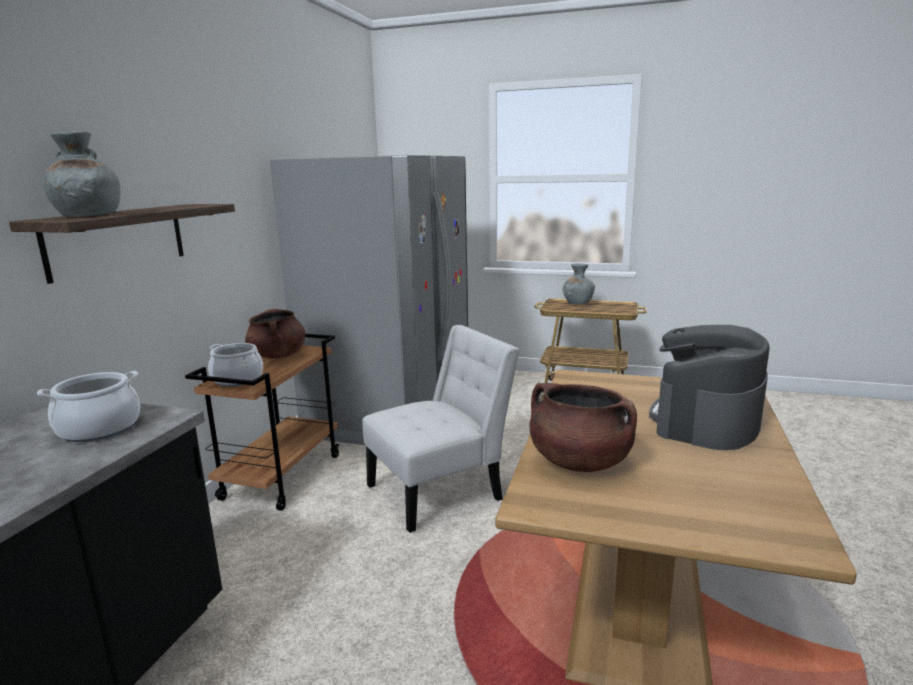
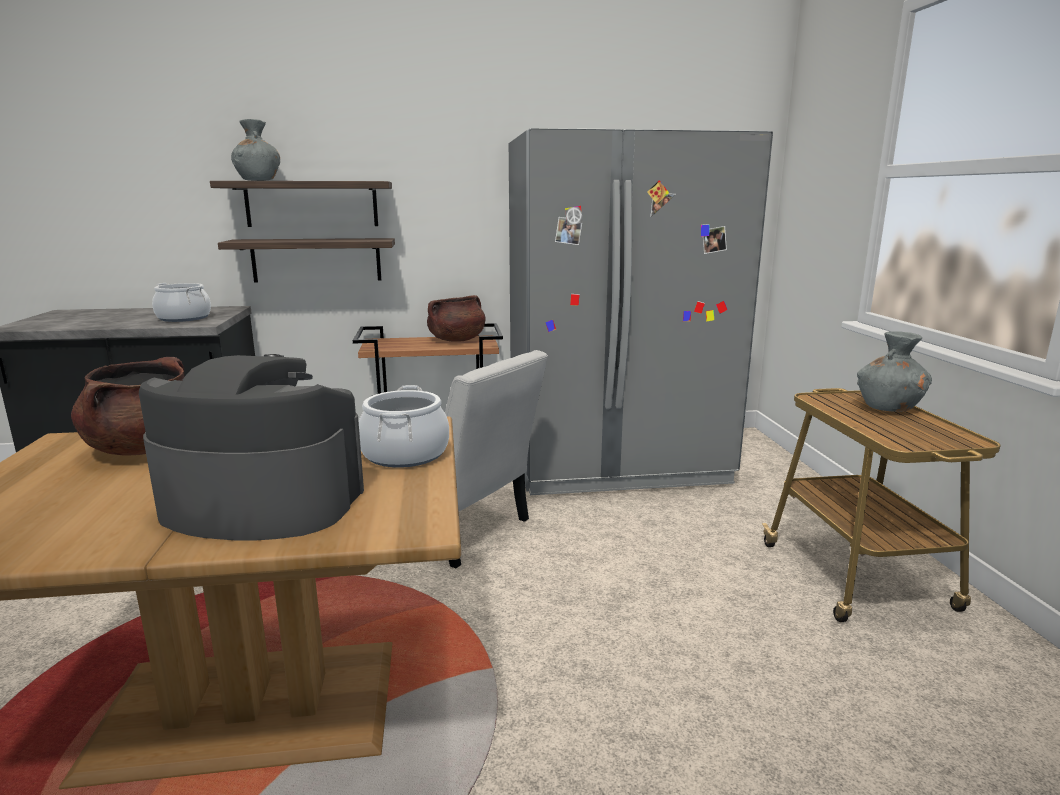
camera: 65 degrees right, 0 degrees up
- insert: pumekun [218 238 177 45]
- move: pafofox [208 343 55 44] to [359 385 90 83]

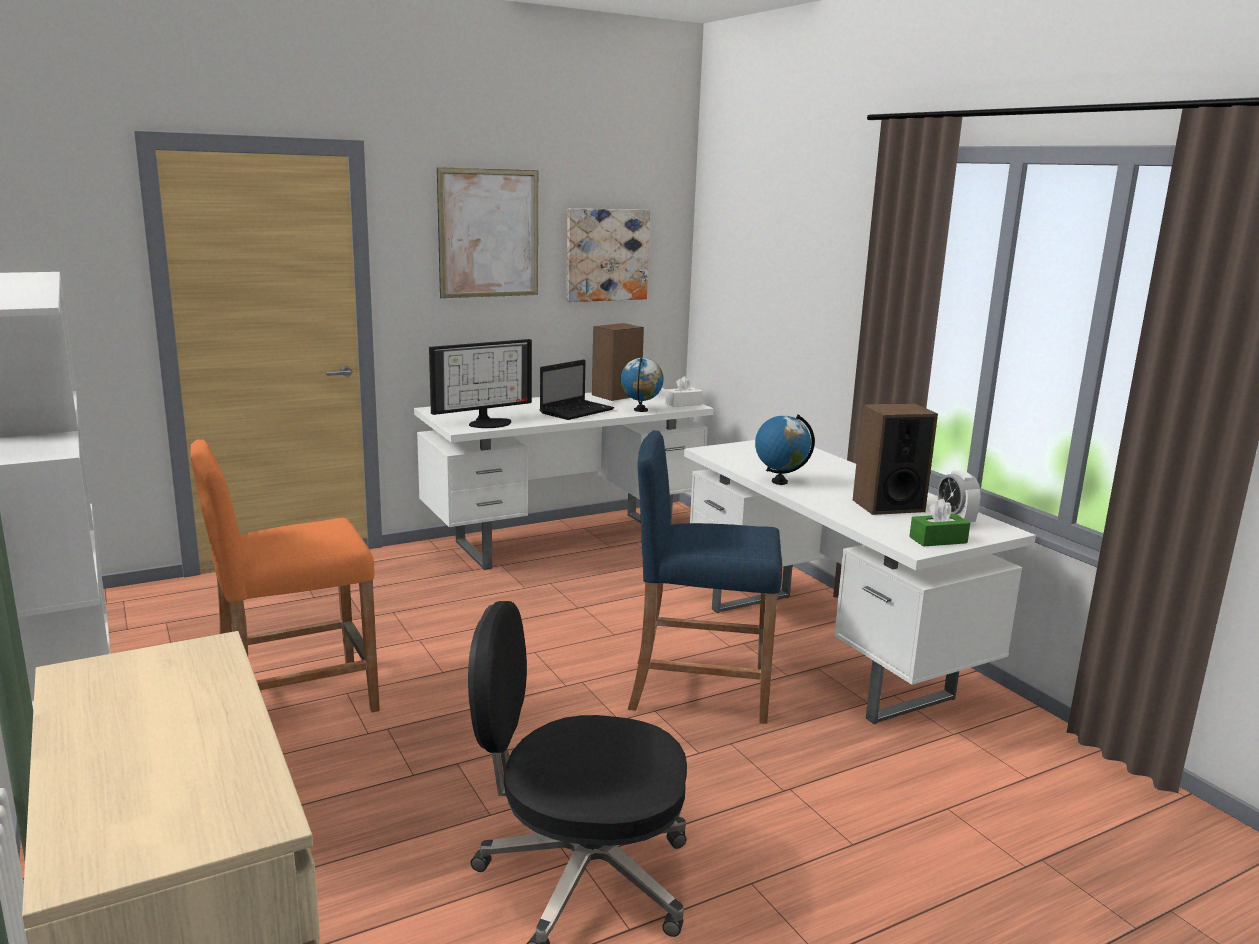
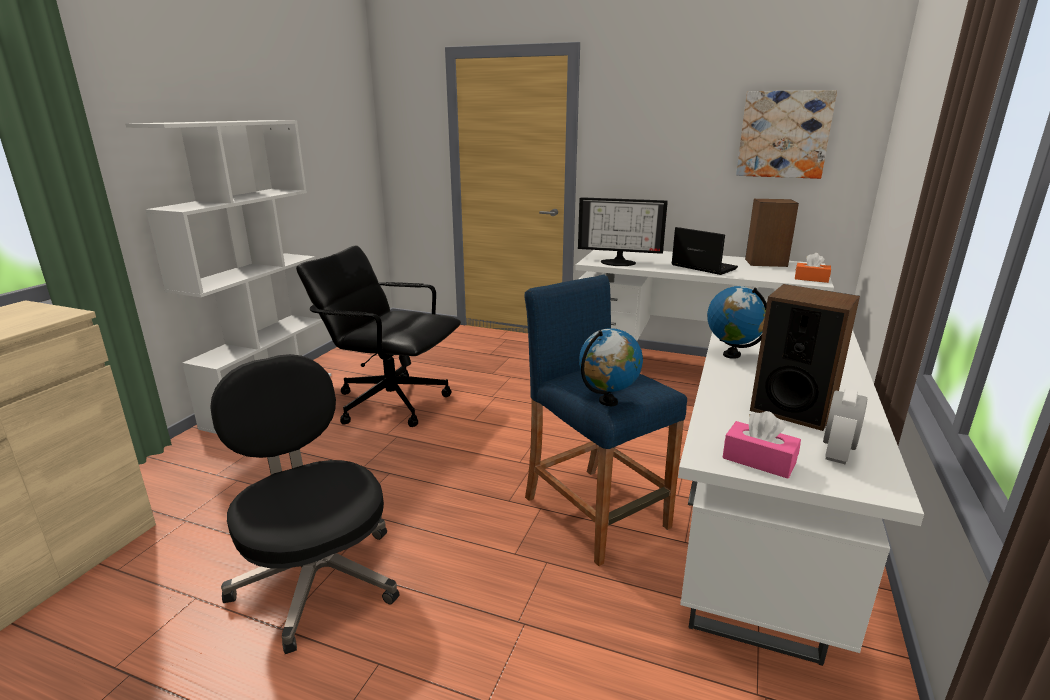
camera: 50 degrees right, 5 degrees up
- delete: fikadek [437 167 101 131]
- move: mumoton [620 358 44 54] to [579 328 64 78]
- replace: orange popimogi [190 439 190 274] to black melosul [296 245 165 182]
- recolor: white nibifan [665 376 37 31] to orange nibifan [795 253 36 30]
- recolor: green nibifan [909 499 61 48] to pink nibifan [722 411 79 68]
- rotate: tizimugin [540 359 74 61] = [672 227 66 48] 135 degrees counterclockwise

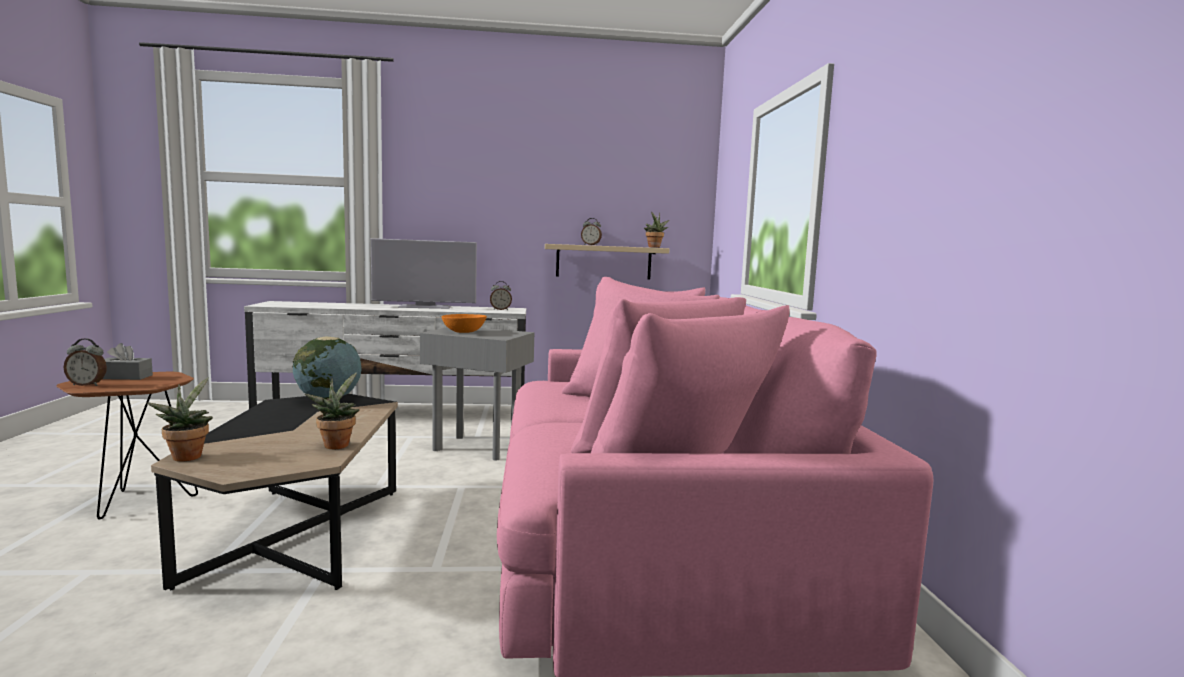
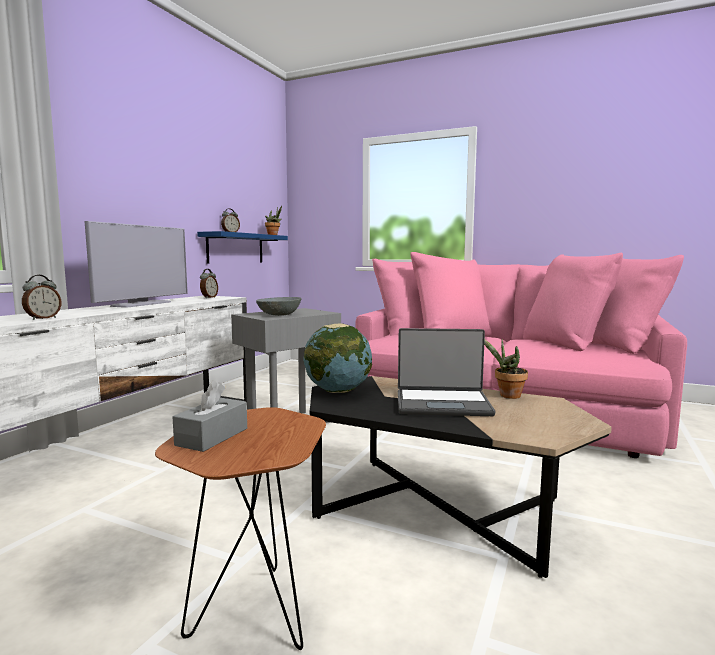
camera: 60 degrees left, 0 degrees up
- delete: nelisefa [147 377 66 85]
- insert: tizimugin [398 328 97 88]
- move: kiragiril [63 338 44 48] to [22 275 39 45]
- recolor: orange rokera [441 314 46 19] to grey rokera [256 297 46 19]
- recolor: beige pumekun [545 244 125 36] to blue pumekun [197 231 91 33]

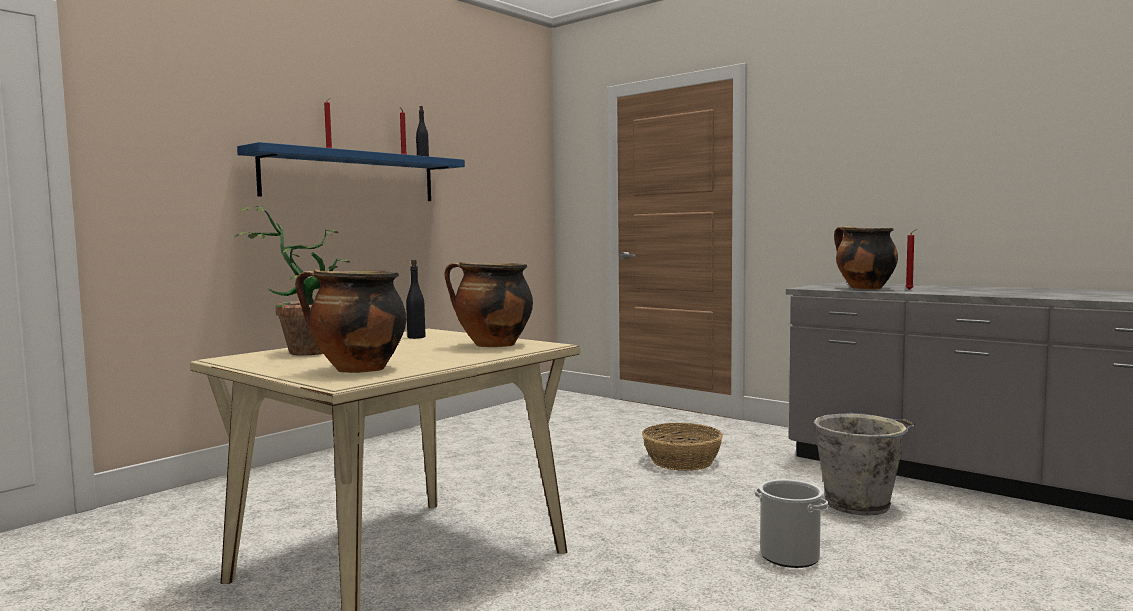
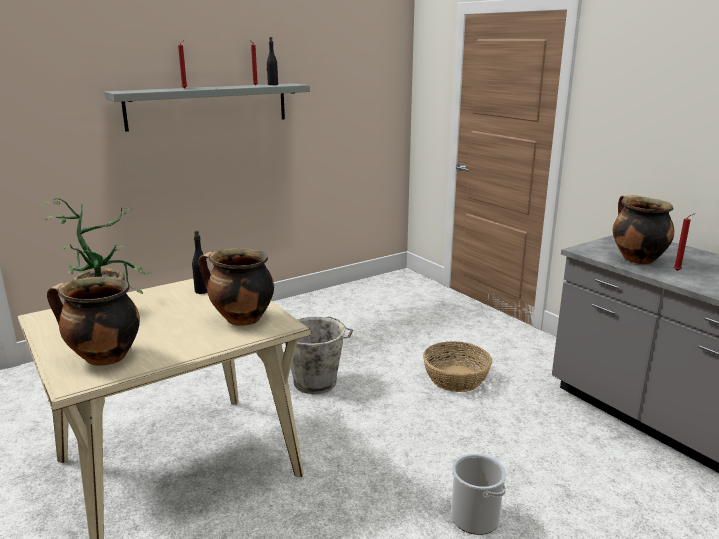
camera: 15 degrees right, 15 degrees up
- move: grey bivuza [814 413 101 103] to [286 317 67 77]
- recolor: blue pumekun [237 142 228 59] to grey pumekun [104 83 206 49]

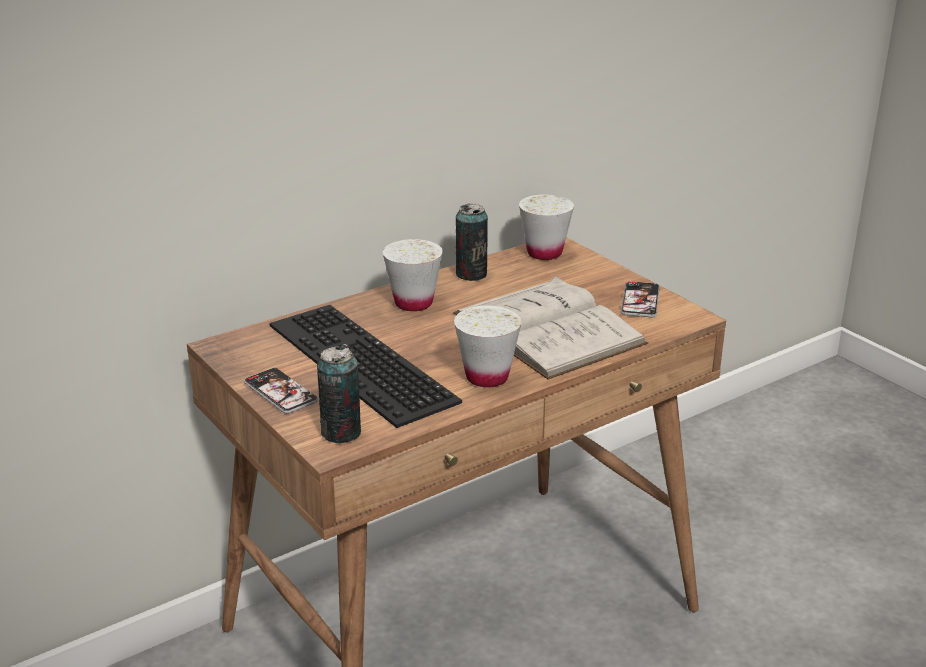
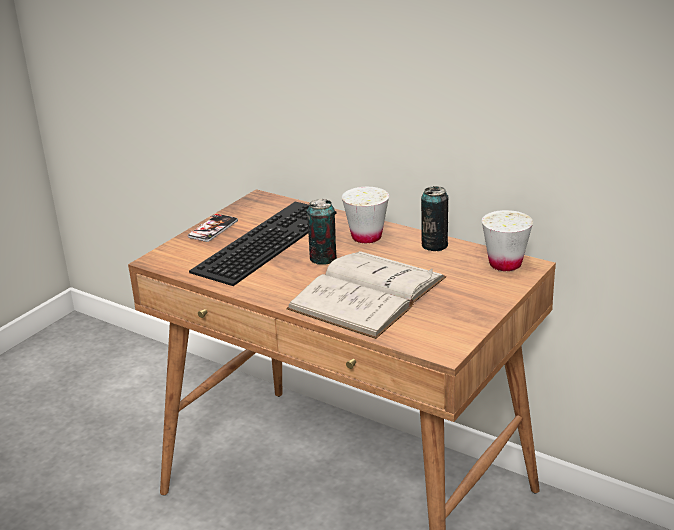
camera: 70 degrees right, 0 degrees up
- delete: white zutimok [454 306 68 81]
- delete: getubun [621 281 39 36]
- move: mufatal [317 346 44 97] to [307 199 30 66]

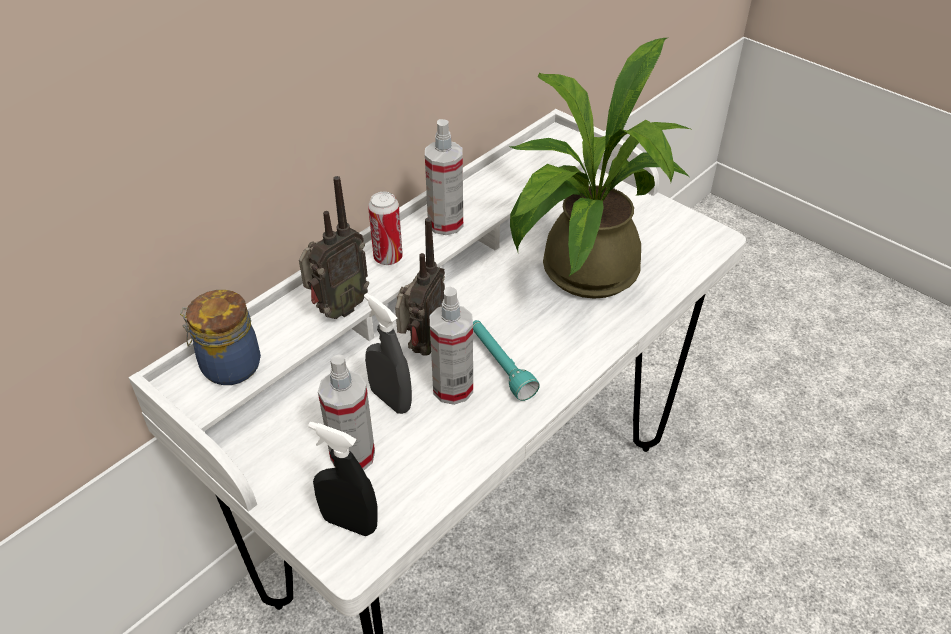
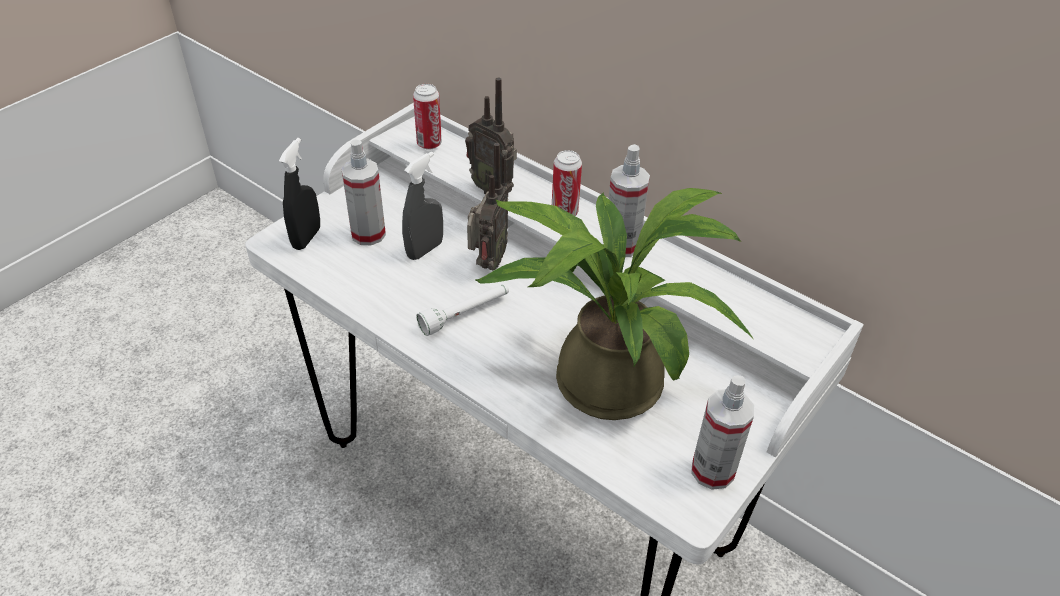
camera: 85 degrees right, 0 degrees up
- move: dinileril [430 287 43 118] to [691 375 63 115]
- replace: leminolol [180 290 81 95] to mufatal [413 84 29 66]
- recolor: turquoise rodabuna [473 320 67 81] to white rodabuna [416 284 93 52]
- rotate: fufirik [395 218 50 137] = [467 143 41 128] 90 degrees counterclockwise

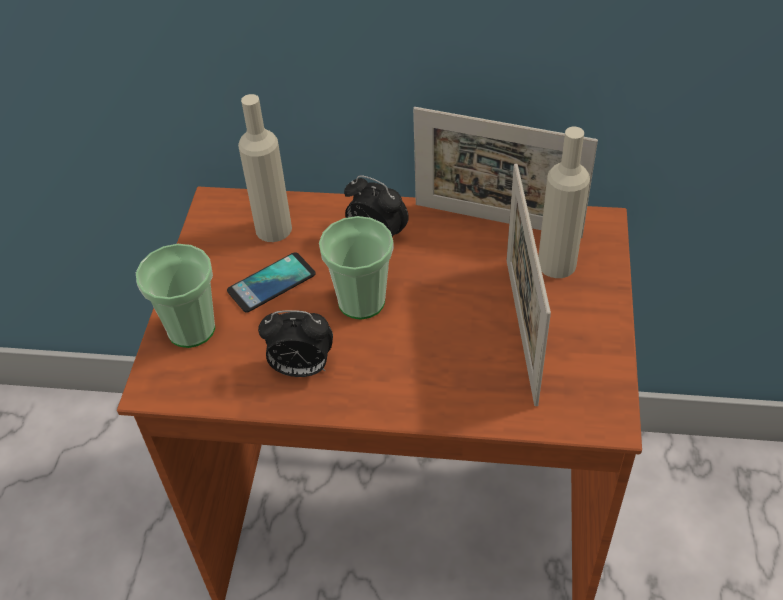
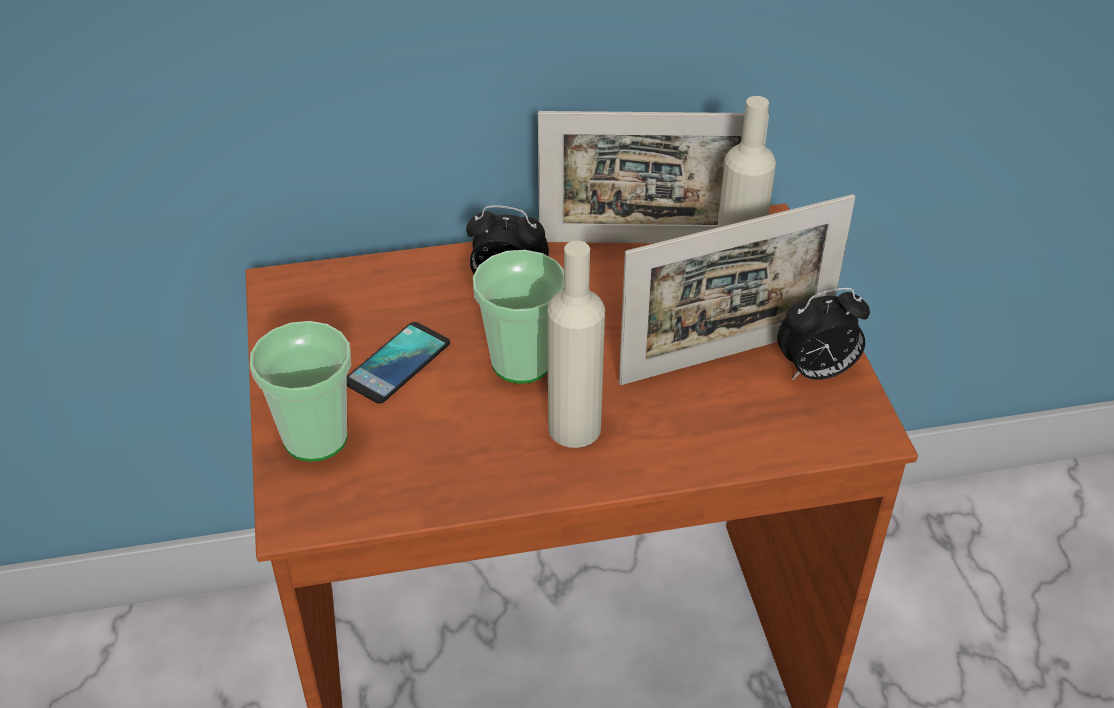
camera: 20 degrees left, 5 degrees down
- move: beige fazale [238 94 54 148] to [547 241 58 207]
- move: kiragiril [258 310 75 67] to [777 288 93 92]
- rotate: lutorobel [506 164 45 242] = [619 194 237 191] 90 degrees counterclockwise

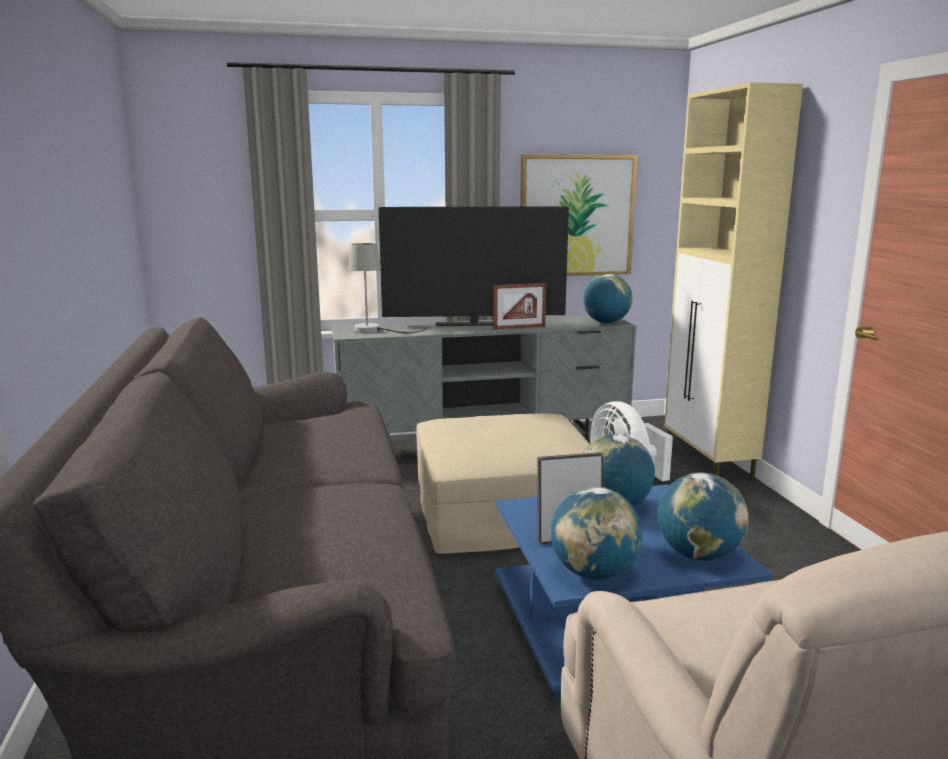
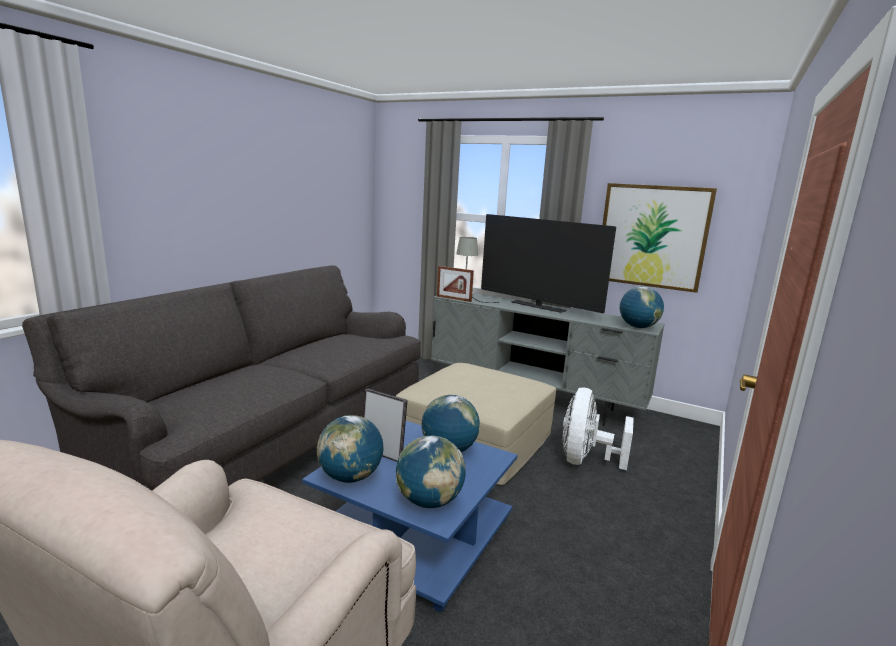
camera: 40 degrees right, 0 degrees up
- delete: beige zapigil [664 82 139 400]
- move: lutorobel [493 283 53 47] to [437 266 37 36]

